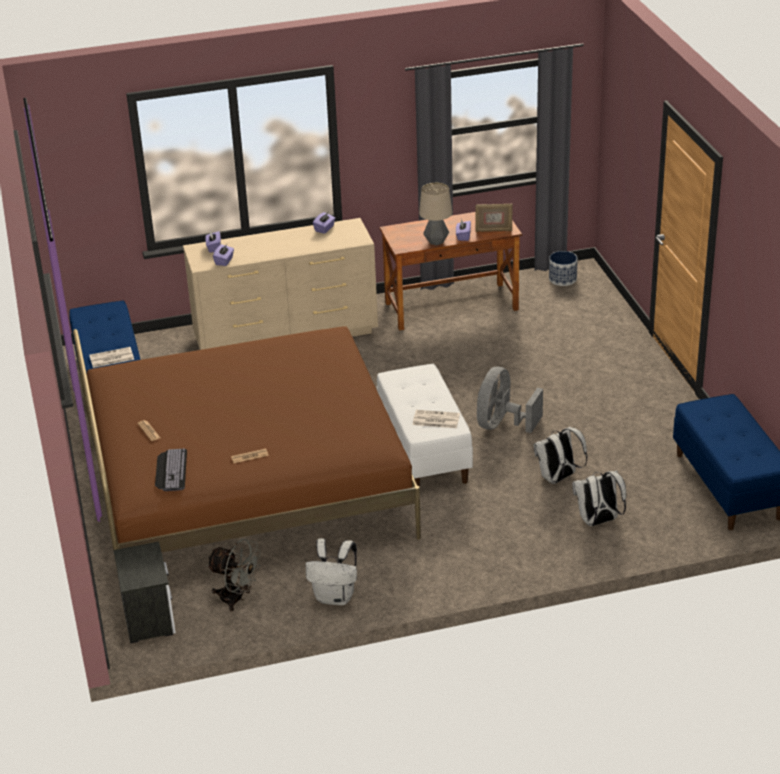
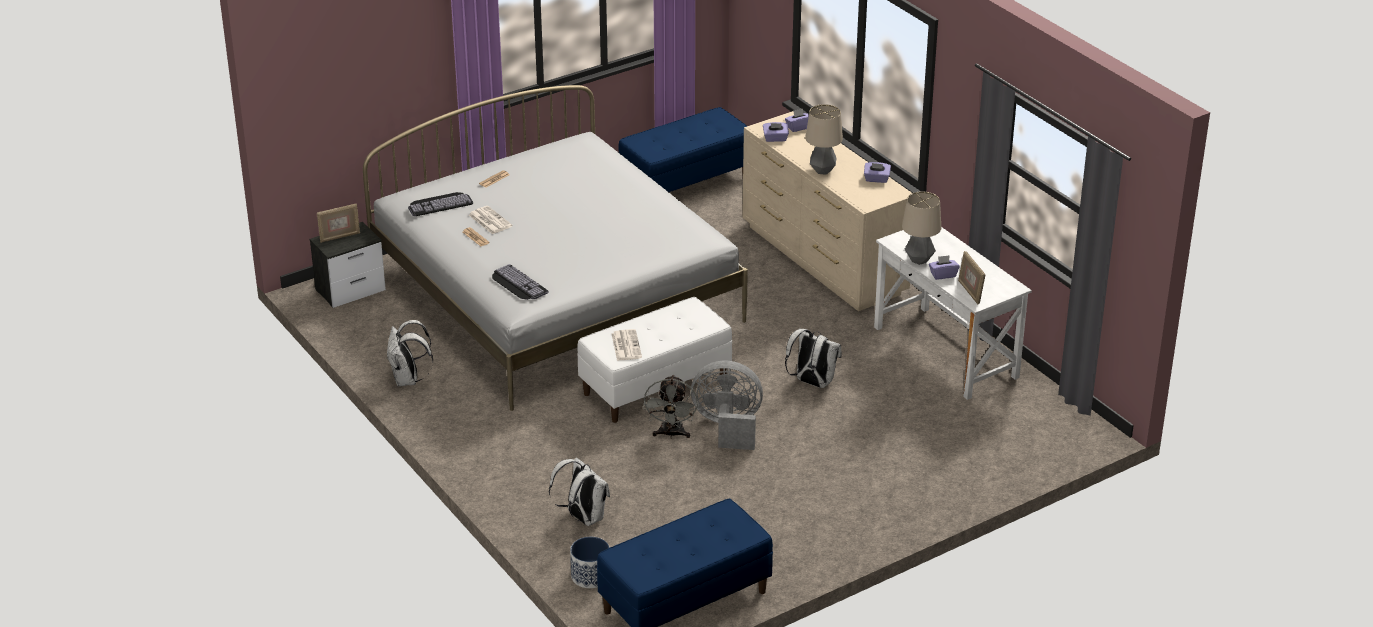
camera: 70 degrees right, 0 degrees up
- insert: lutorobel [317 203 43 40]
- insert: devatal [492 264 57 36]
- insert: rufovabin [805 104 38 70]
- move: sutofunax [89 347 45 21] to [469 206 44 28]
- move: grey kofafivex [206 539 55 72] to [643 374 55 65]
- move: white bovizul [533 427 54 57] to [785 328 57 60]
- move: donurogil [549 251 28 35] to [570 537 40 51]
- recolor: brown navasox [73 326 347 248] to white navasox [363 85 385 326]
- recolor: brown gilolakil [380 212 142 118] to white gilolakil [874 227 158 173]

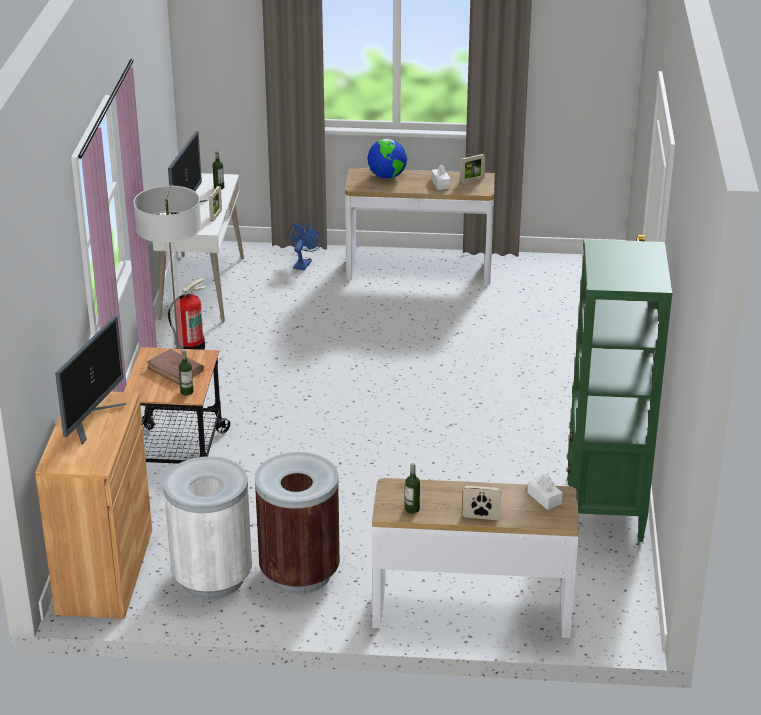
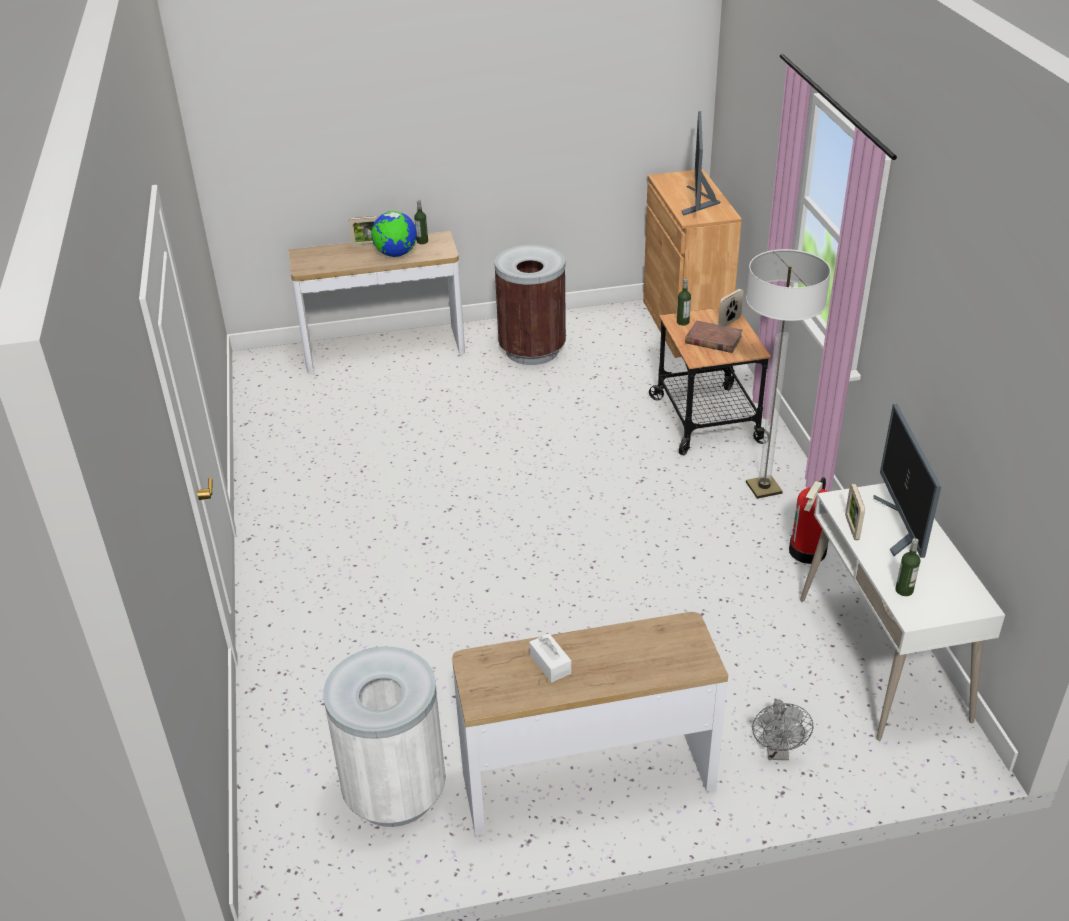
camera: 165 degrees right, 5 degrees up
- delete: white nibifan [527 474 36 36]
- delete: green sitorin [567 239 105 303]
- move: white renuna [163 456 89 143] to [323 647 123 180]
- move: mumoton [367 139 40 40] to [372 211 45 46]
- move: lutorobel [460 154 25 30] to [718 289 26 37]
- recolor: blue kofafivex [288 223 34 47] to grey kofafivex [752 699 61 61]

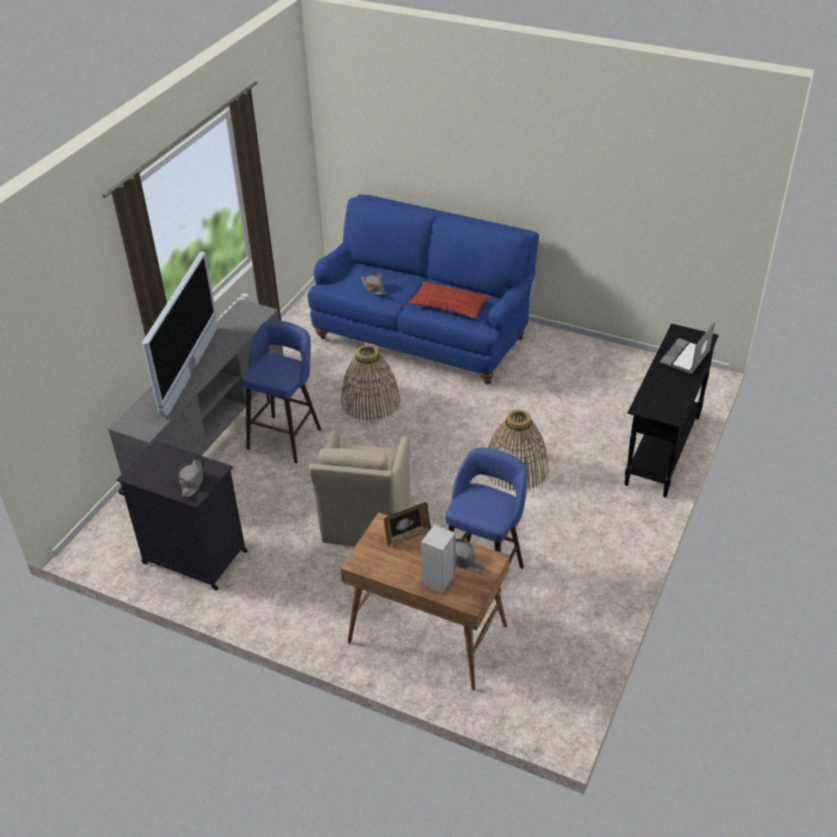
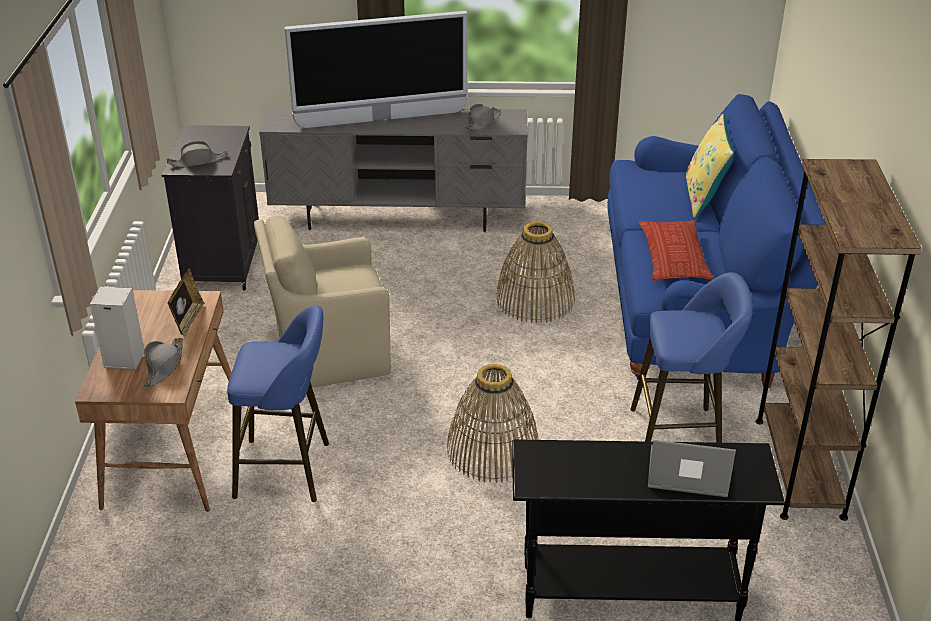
camera: 65 degrees right, 5 degrees down
- insert: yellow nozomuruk [686 114 48 104]
- insert: brown sitorin [756 159 166 362]
- move: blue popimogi [242 320 79 143] to [630 272 123 171]
- move: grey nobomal [361 272 26 23] to [464 104 35 26]
- rotate: lutorobel [384 502 47 45] = [167 268 38 69] 120 degrees counterclockwise

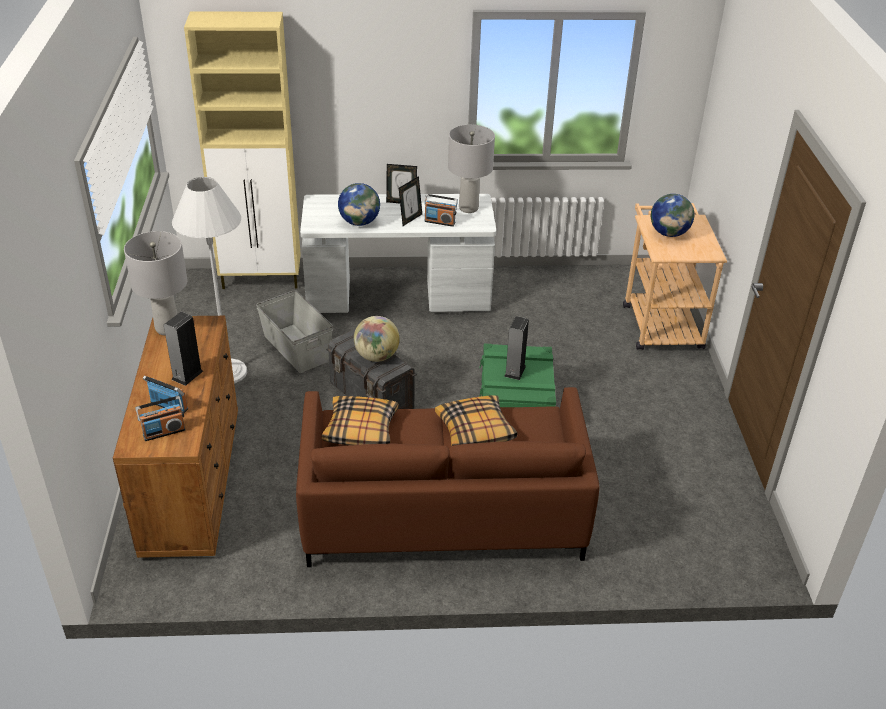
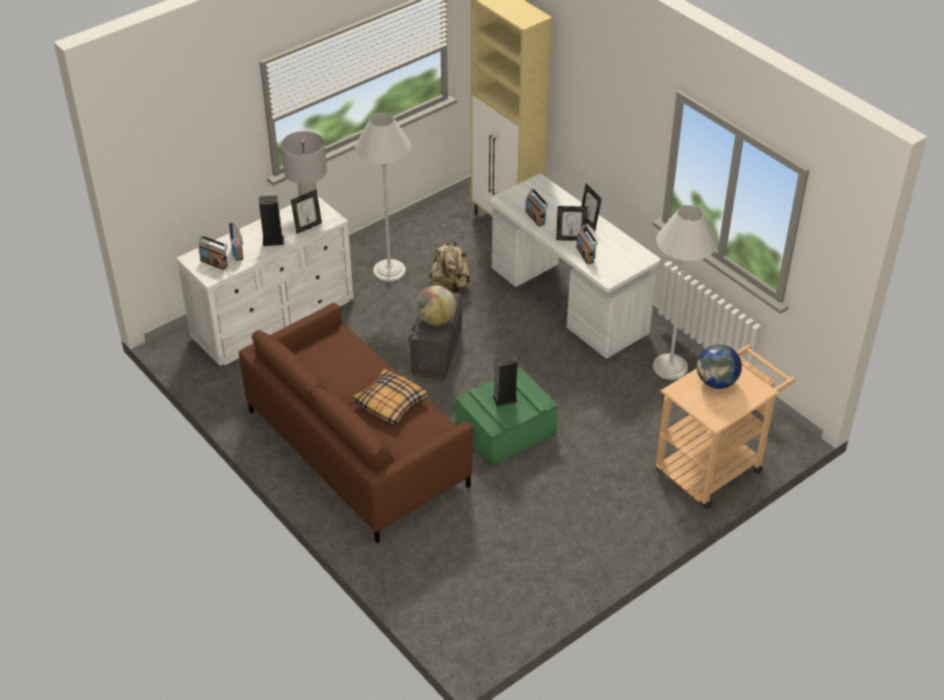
camera: 55 degrees right, 5 degrees up
- delete: nozomuruk [322 396 76 49]
- delete: grey rufovabin [448 125 47 88]
- insert: lutorobel [291 190 31 44]
- insert: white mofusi [653 205 64 175]
- replace: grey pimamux [256 290 77 83] to beige bovizul [429 239 42 54]
- replace: mumoton [338 183 42 43] to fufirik [525 189 23 37]
- recolor: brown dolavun [113 316 125 242] to white dolavun [176 195 178 171]

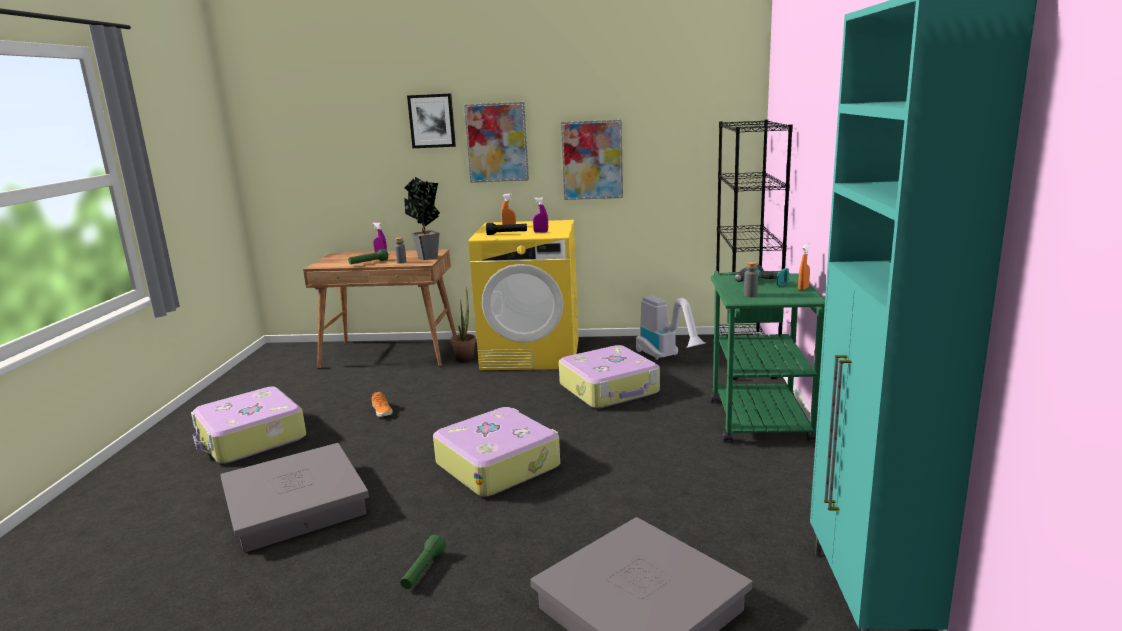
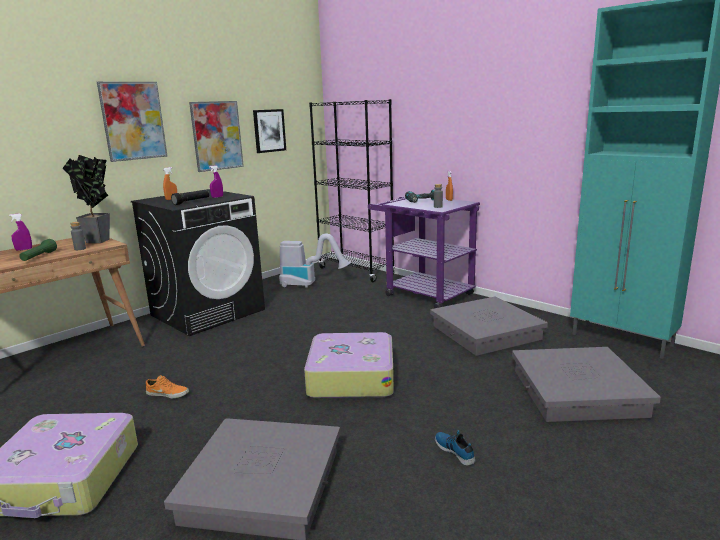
camera: 50 degrees left, 0 degrees up
- delete: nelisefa [450 287 26 75]
- delete: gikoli [559 345 101 64]
- insert: grey pimamux [430 296 118 60]
- move: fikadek [407 93 49 55] to [253 109 33 44]
- replace: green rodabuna [400 535 46 54] to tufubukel [435 430 40 36]
- recolor: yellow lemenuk [468 220 111 150] to black lemenuk [131 189 134 147]
- recolor: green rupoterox [711 269 114 173] to purple rupoterox [368 197 112 111]

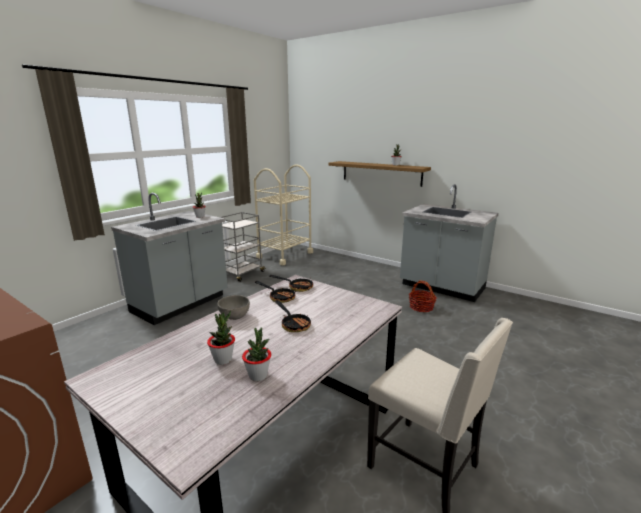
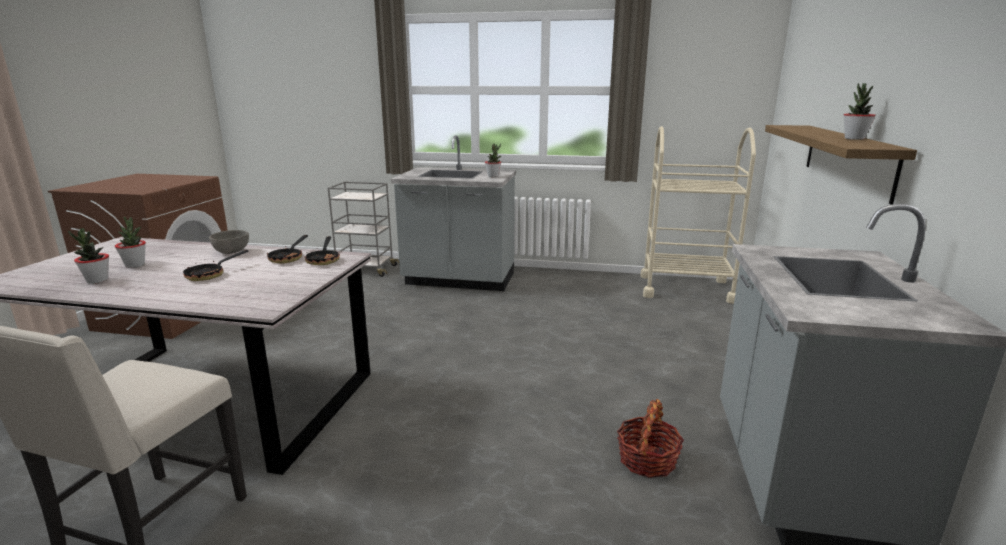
camera: 65 degrees right, 0 degrees up
- move: grey rupoterox [220 212 46 70] to [328 182 71 95]

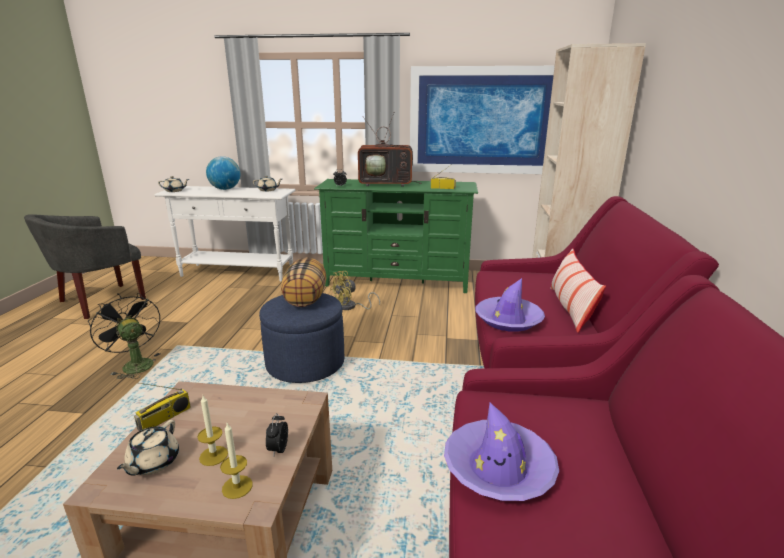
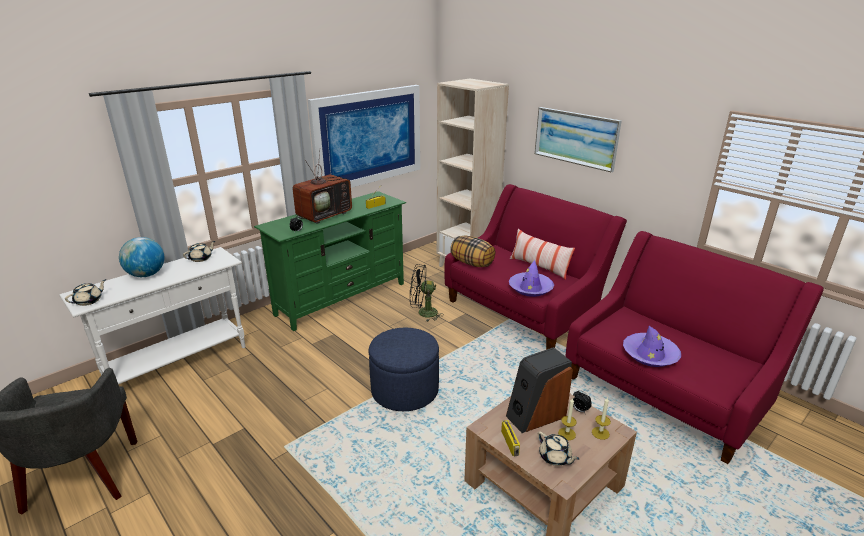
camera: 50 degrees left, 5 degrees up
- delete: yellow kofafivex [330 271 50 39]
- insert: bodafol [506 347 67 86]
- insert: fikadek [535 107 87 65]
- move: black kofafivex [88 293 72 86] to [410 264 31 57]
- move: nozomuruk [281 258 45 49] to [450 236 45 31]

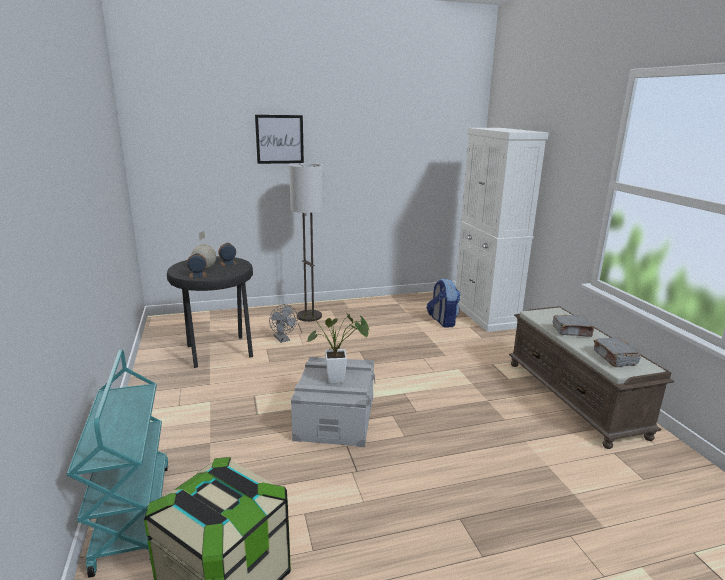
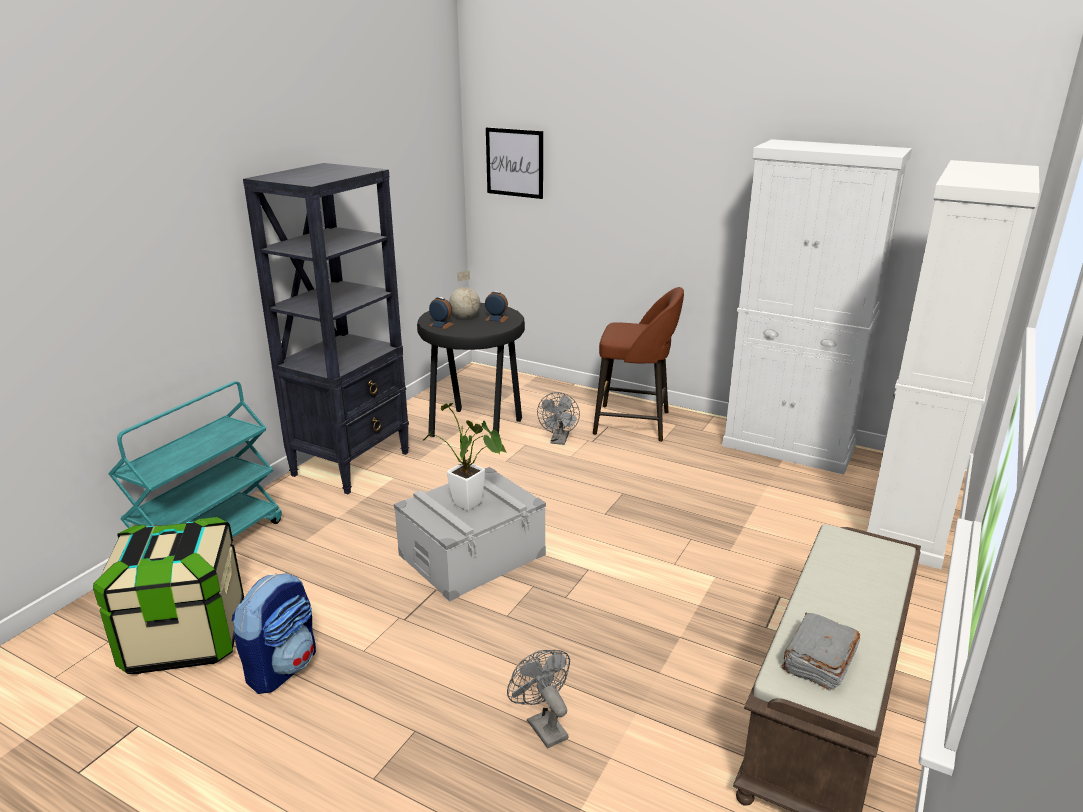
camera: 45 degrees right, 5 degrees up
- delete: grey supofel [553 315 41 22]
- insert: black sitorin [243 163 166 331]
- insert: grey kofafivex [507 650 63 98]
- insert: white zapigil [722 139 190 336]
- move: fikadek [255 115 49 49] to [486 127 57 72]
- move: bovizul [427 278 33 49] to [232 573 84 121]
- replace: mofusi [289 163 34 159] to brown popimogi [593 287 91 155]

